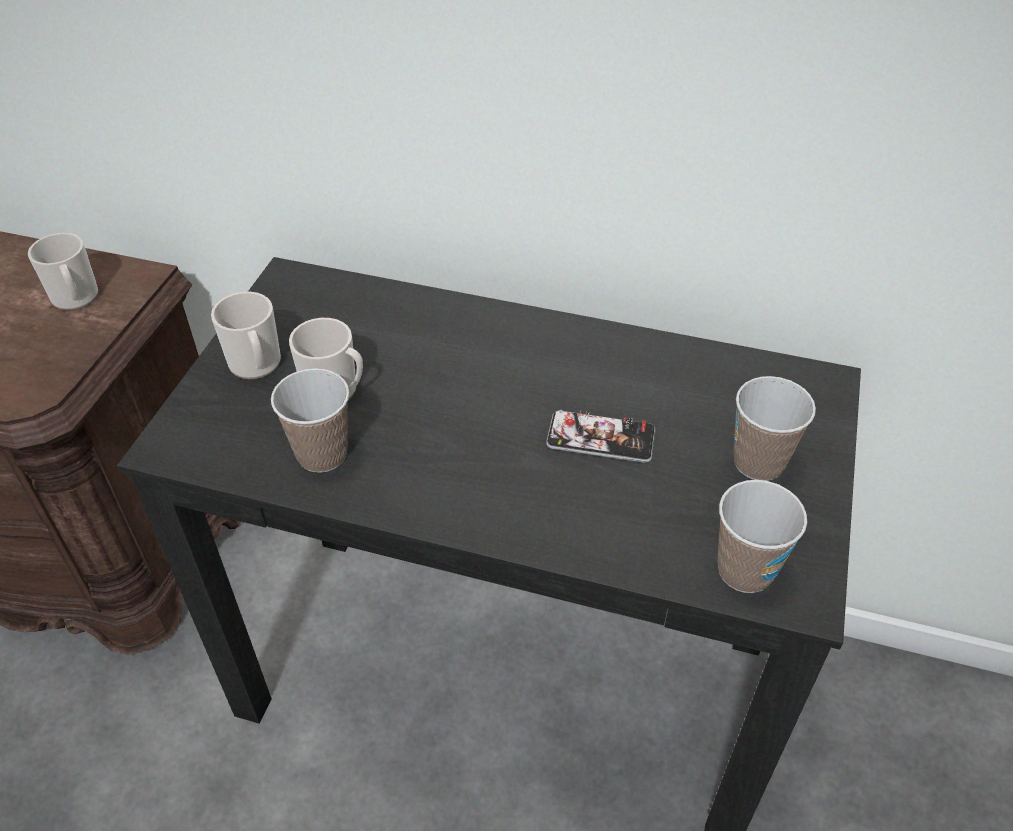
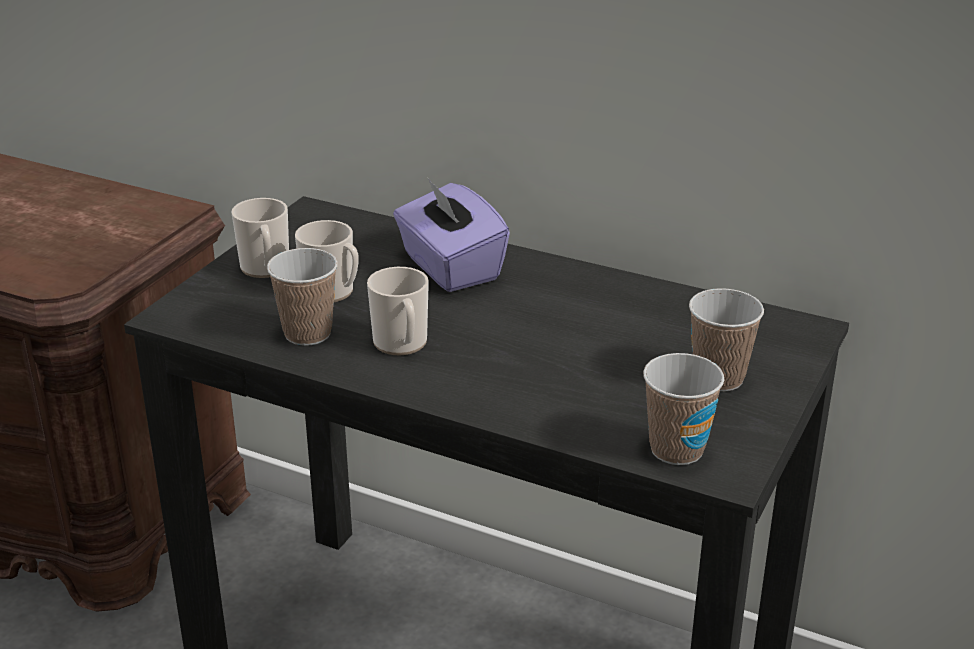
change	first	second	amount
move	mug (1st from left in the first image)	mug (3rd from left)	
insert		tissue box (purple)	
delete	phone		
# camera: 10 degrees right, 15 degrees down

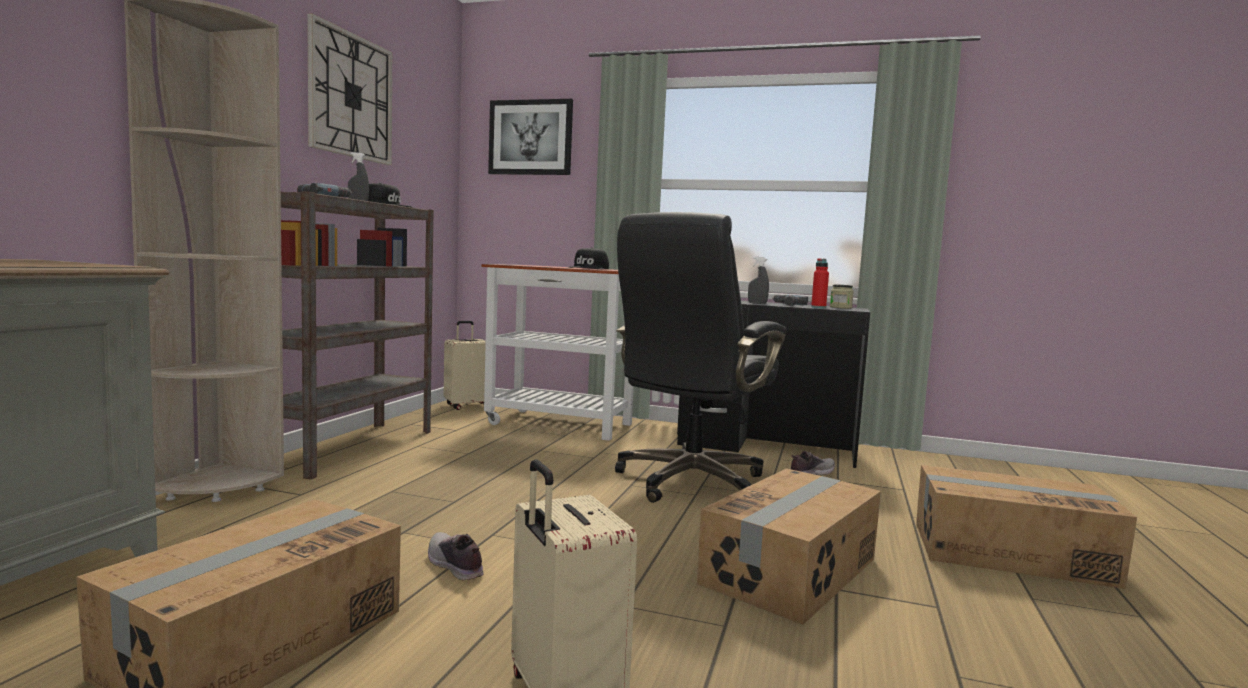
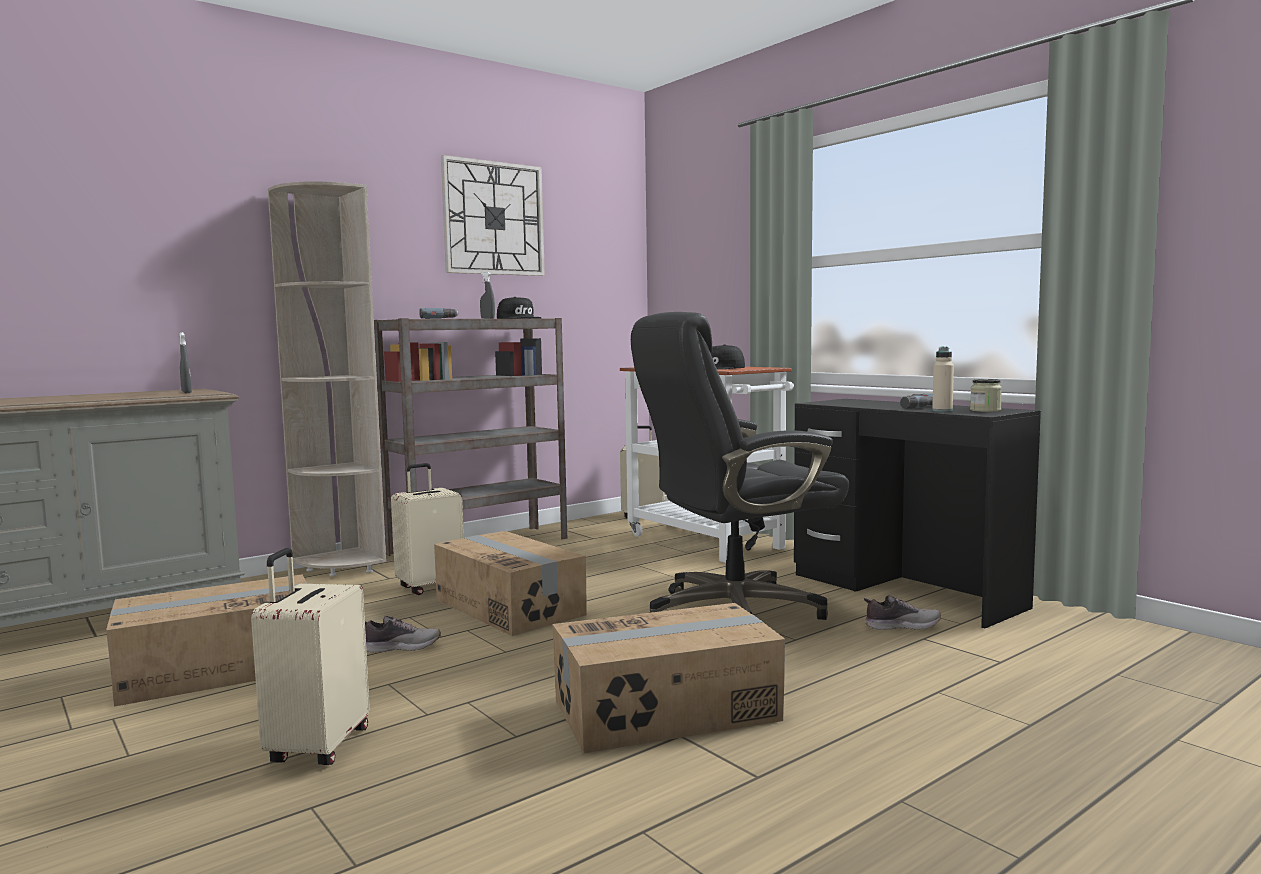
change	first	second	amount
move	spray bottle (grey) (2nd from left in the first image)	spray bottle (grey) (1st from left)	
rotate	shoe (1st from left)		90 degrees clockwise
insert		suitcase (beige) (2nd from left)	
move	cardboard box (3rd from left in the first image)	cardboard box (2nd from left)	
recolor	bottle (red)	bottle (beige)	
delete	picture		
# camera: 35 degrees right, 0 degrees up

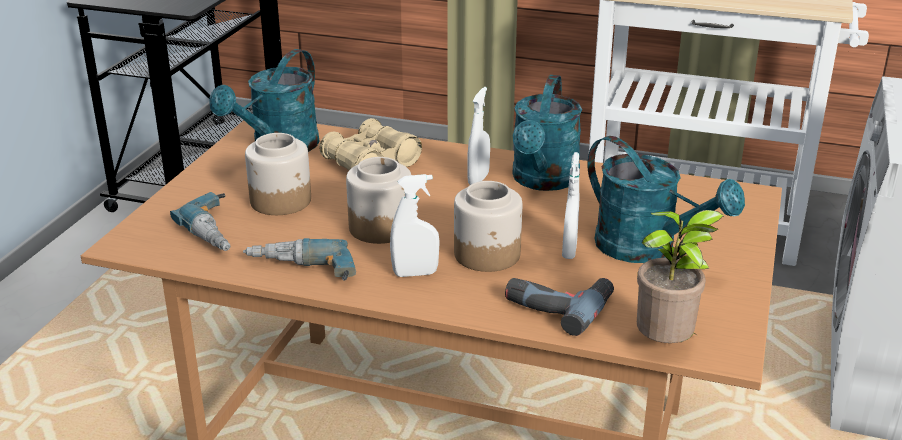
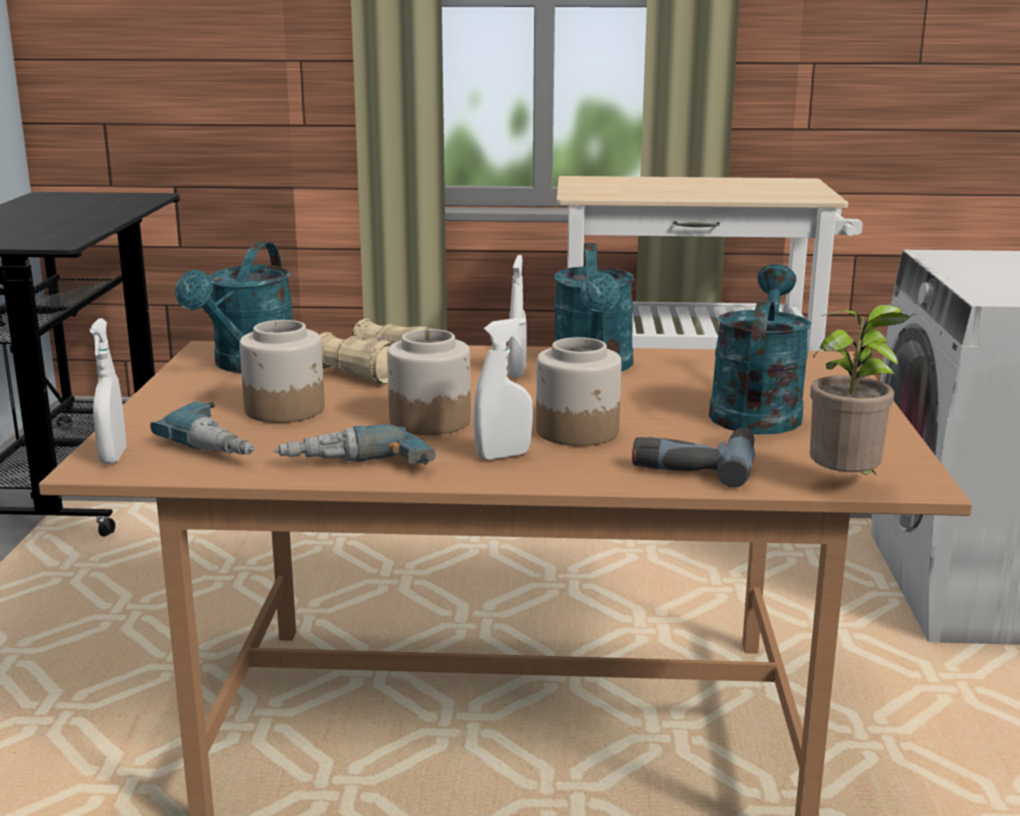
change	first	second	amount
move	spray bottle (white) (3rd from left in the first image)	spray bottle (white) (1st from left)	
rotate	watering can (turquoise) (3rd from left)		105 degrees counterclockwise
# camera: 15 degrees left, 10 degrees down

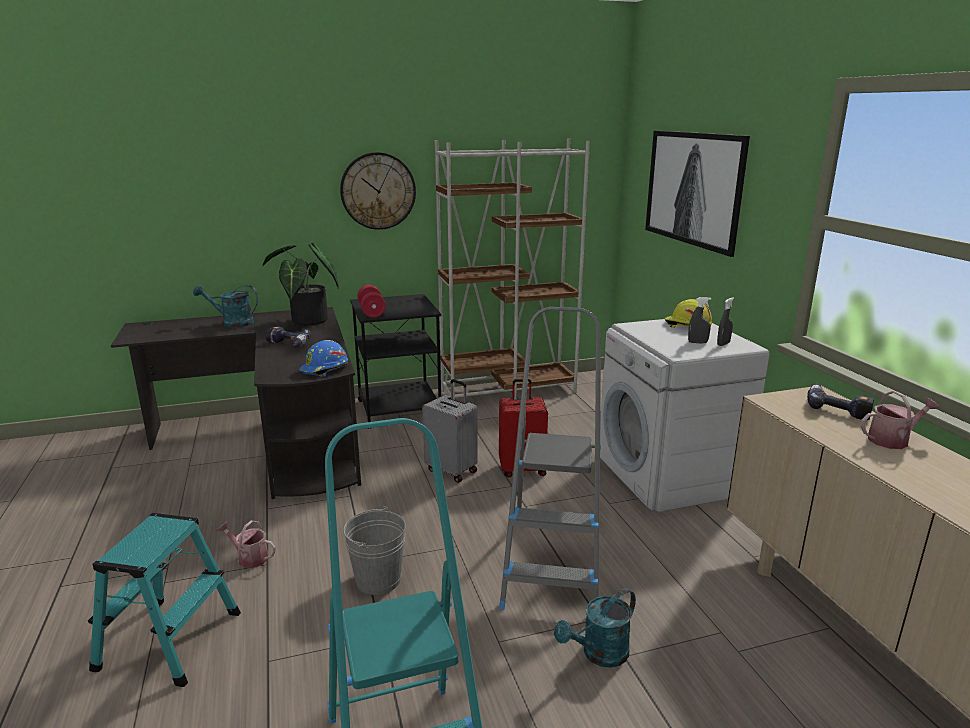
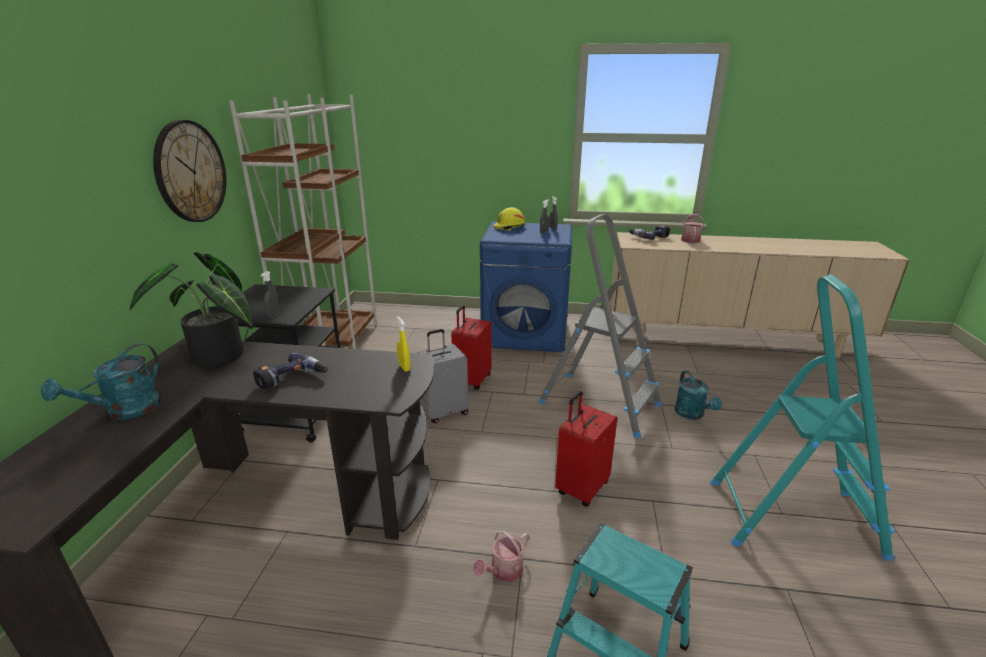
change	first	second	amount
replace	dumbbell (red)	spray bottle (grey) (1st from left)	
replace	hard hat (blue)	spray bottle (yellow)	
recolor	washing machine (white)	washing machine (blue)	
replace	bucket (grey)	suitcase (red) (2nd from left)	
delete	picture		
# camera: 65 degrees left, 5 degrees up

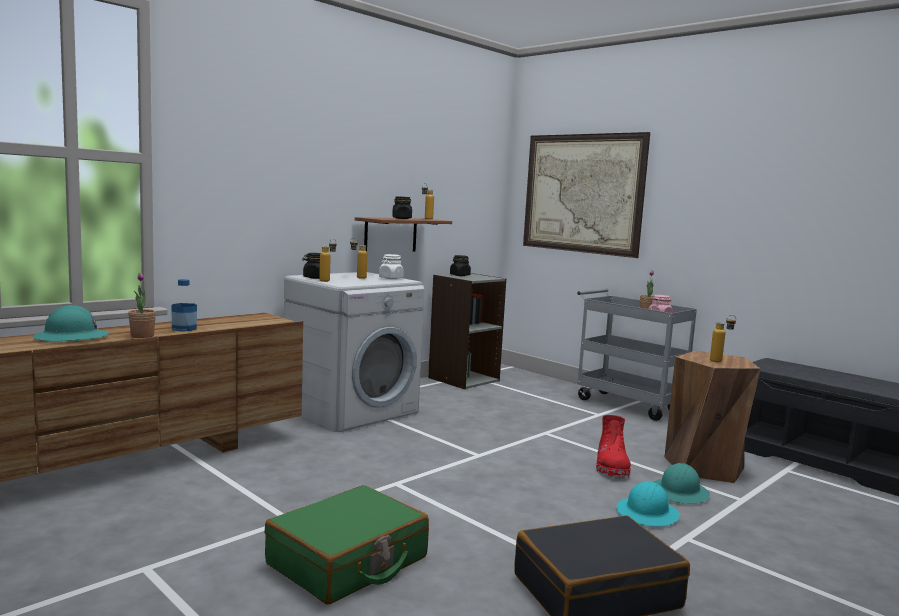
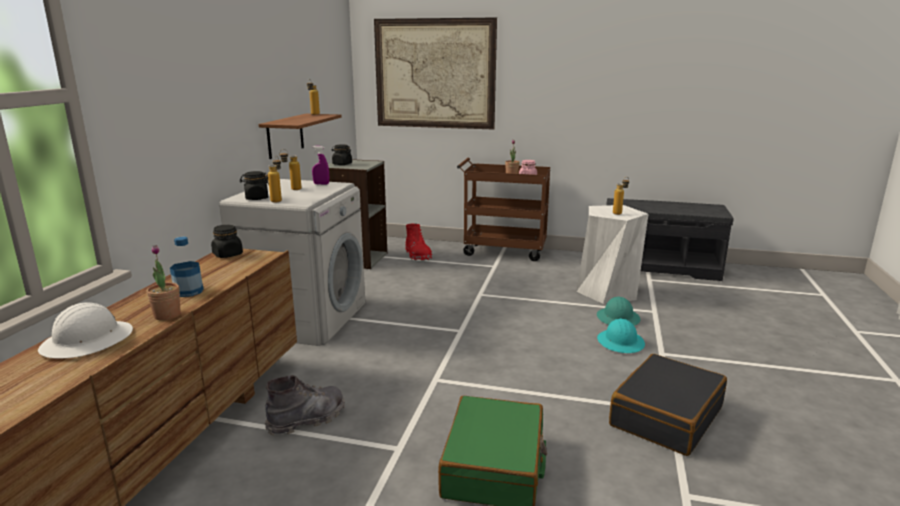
change	first	second	amount
recolor	hard hat (turquoise) (1st from left)	hard hat (white)	
move	jar (black) (2nd from left in the first image)	jar (black) (1st from left)	
insert		boot (grey)	
replace	jar (white)	spray bottle (purple)	
move	boot (red)		
recolor	cart (grey)	cart (brown)	
recolor	stool (brown)	stool (white)	
# camera: 30 degrees left, 10 degrees up

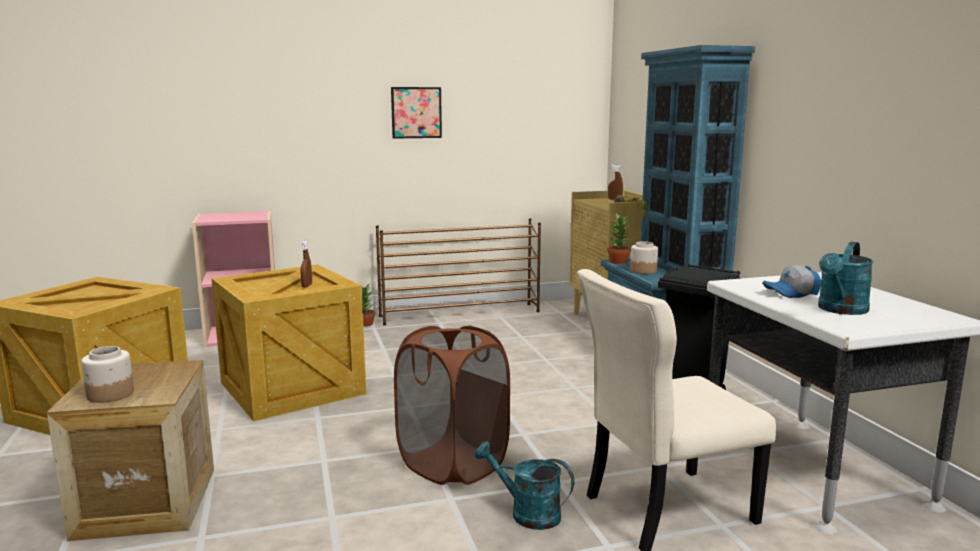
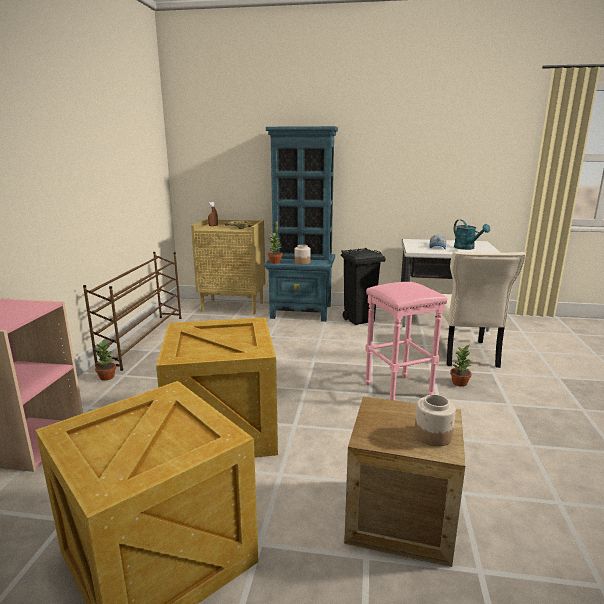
change	first	second	amount
replace	laundry basket (brown)	stool (pink)	
replace	watering can (turquoise) (1st from left)	potted plant (3rd from left)	
delete	spray bottle (brown) (1st from left)		
delete	picture		
# camera: 65 degrees left, 5 degrees up

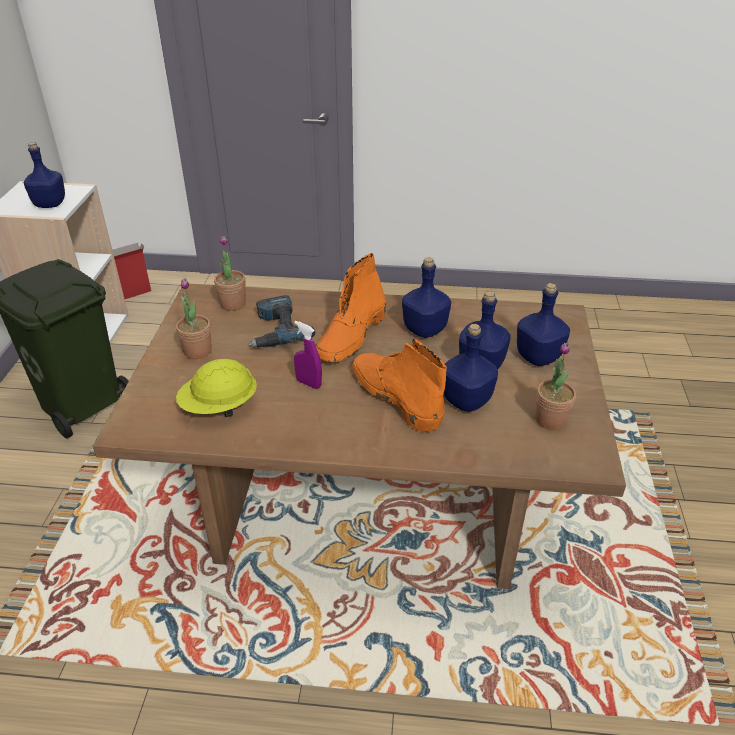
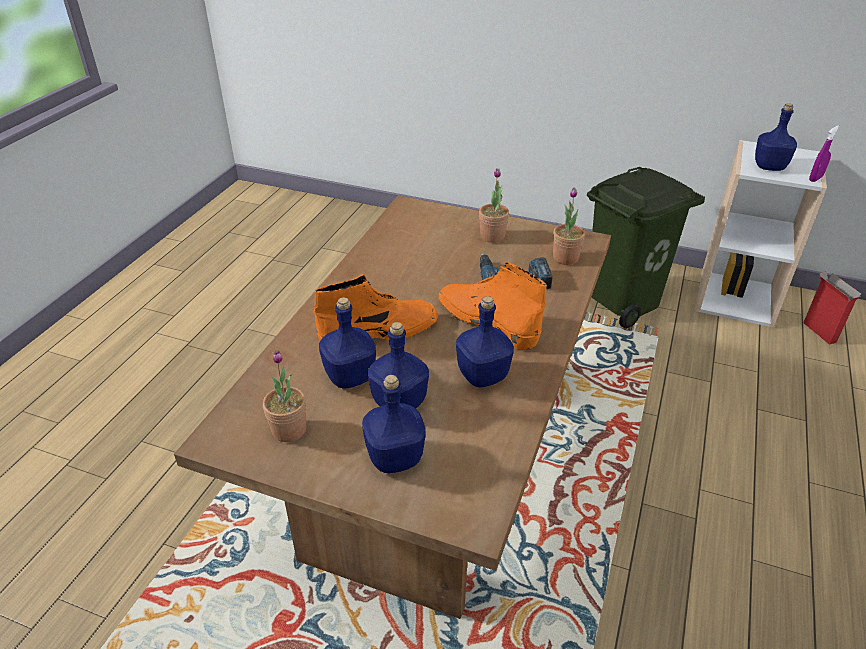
change	first	second	amount
move	spray bottle (purple)		
delete	hard hat (yellow)		
# camera: 105 degrees right, 0 degrees up

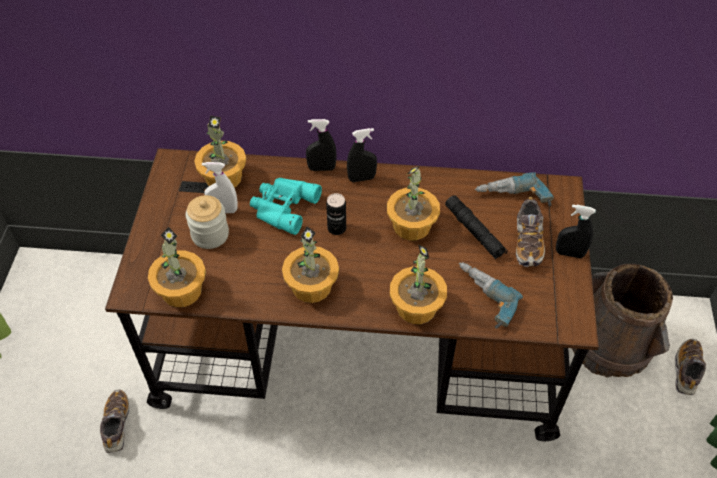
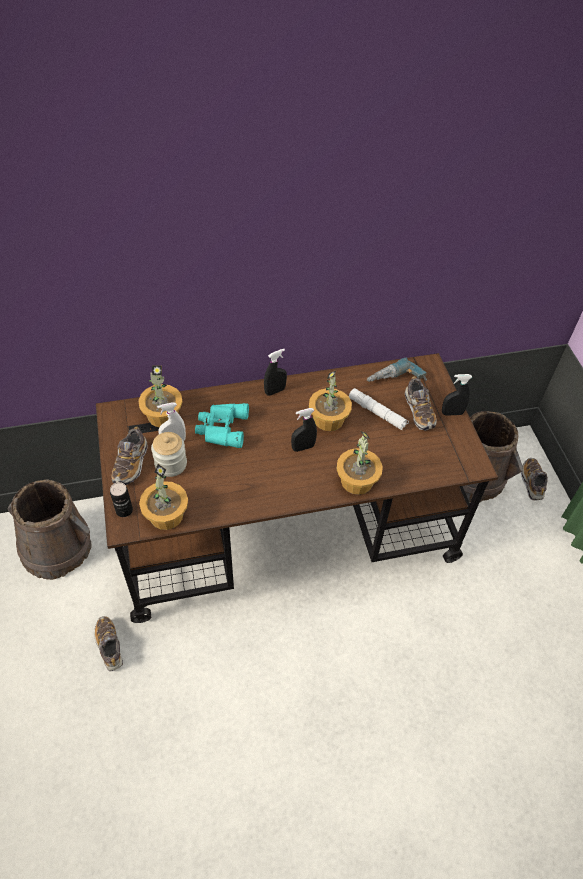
change	first	second	amount
insert		bucket (brown) (1st from left)	
move	can		
insert		shoe (2nd from left)	
move	spray bottle (black) (1st from left in the first image)	spray bottle (black) (2nd from left)	
recolor	flashlight (black)	flashlight (white)	
delete	potted plant (3rd from left)		
delete	power drill (1st from left)		
# camera: 20 degrees left, 0 degrees up

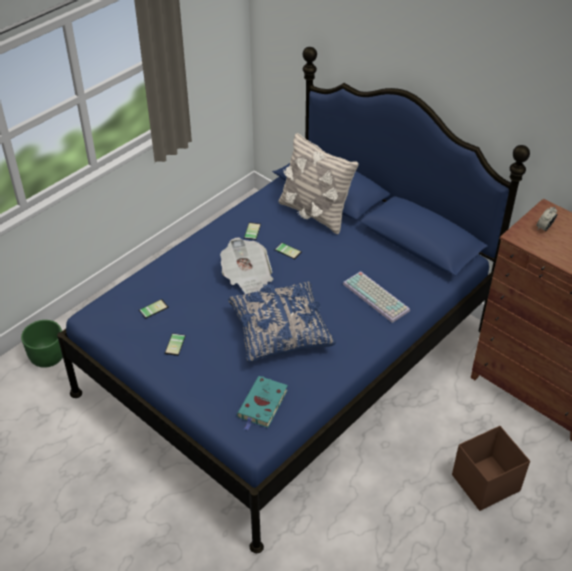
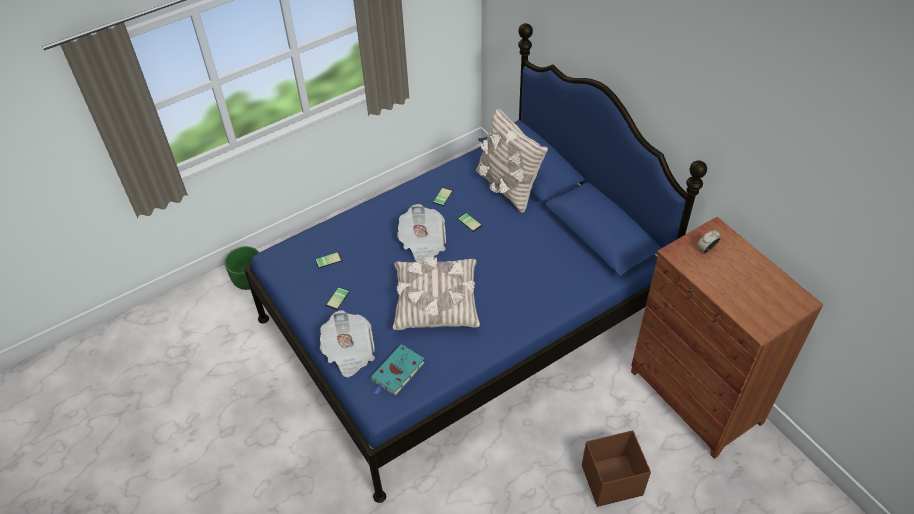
change	first	second	amount
insert		newspaper (1st from left)	
recolor	pillow (blue)	pillow (beige) (1st from left)	
delete	keyboard		
# camera: 15 degrees right, 5 degrees up

